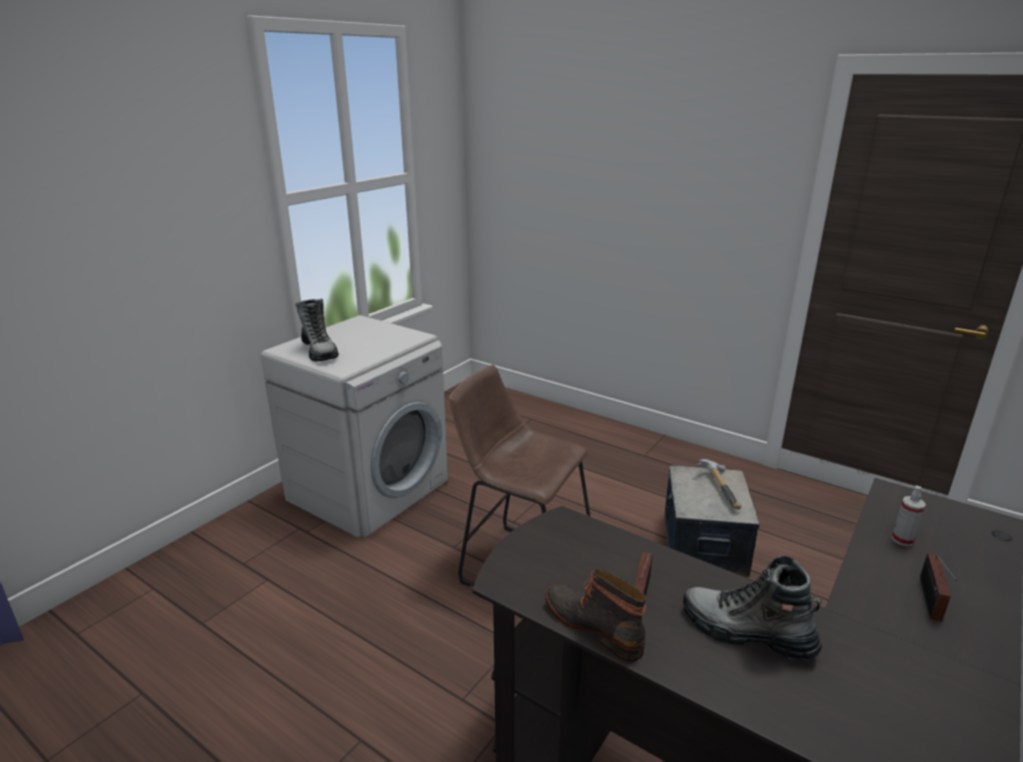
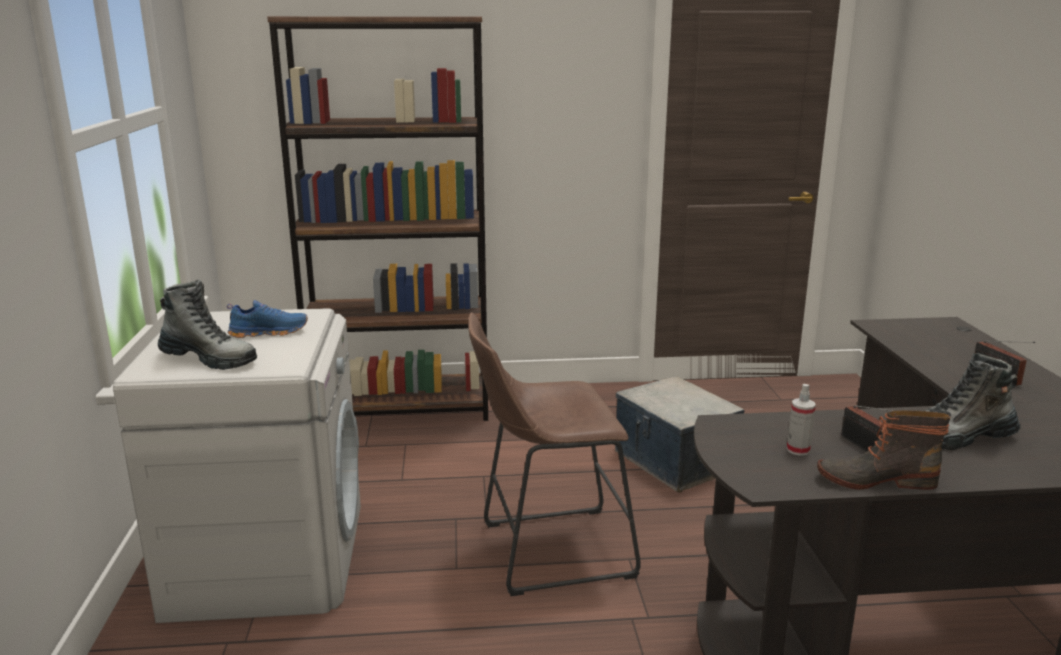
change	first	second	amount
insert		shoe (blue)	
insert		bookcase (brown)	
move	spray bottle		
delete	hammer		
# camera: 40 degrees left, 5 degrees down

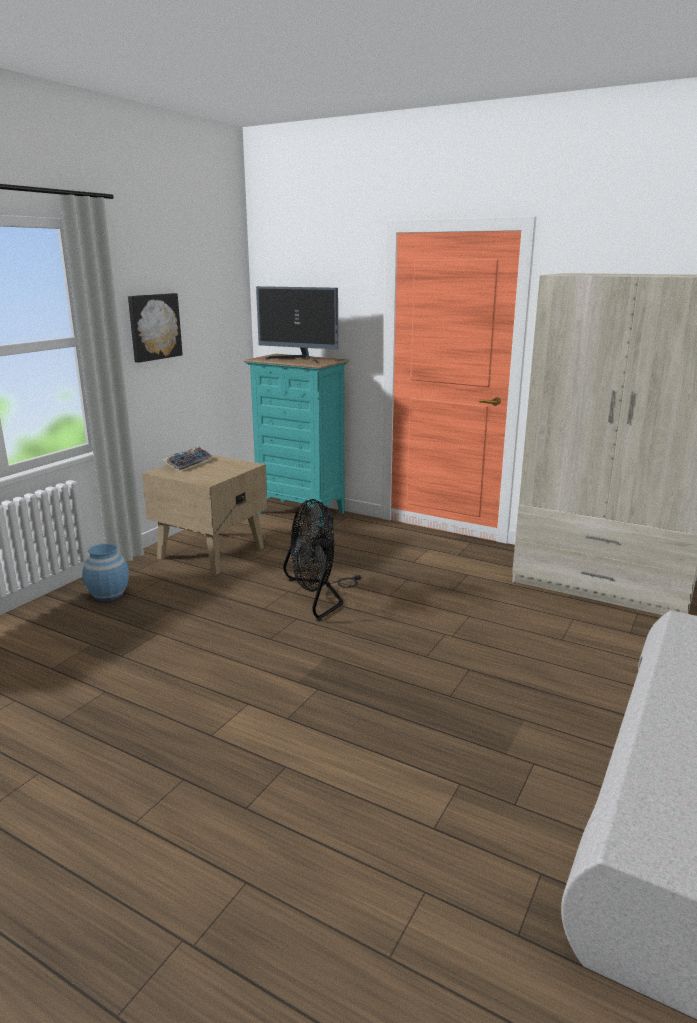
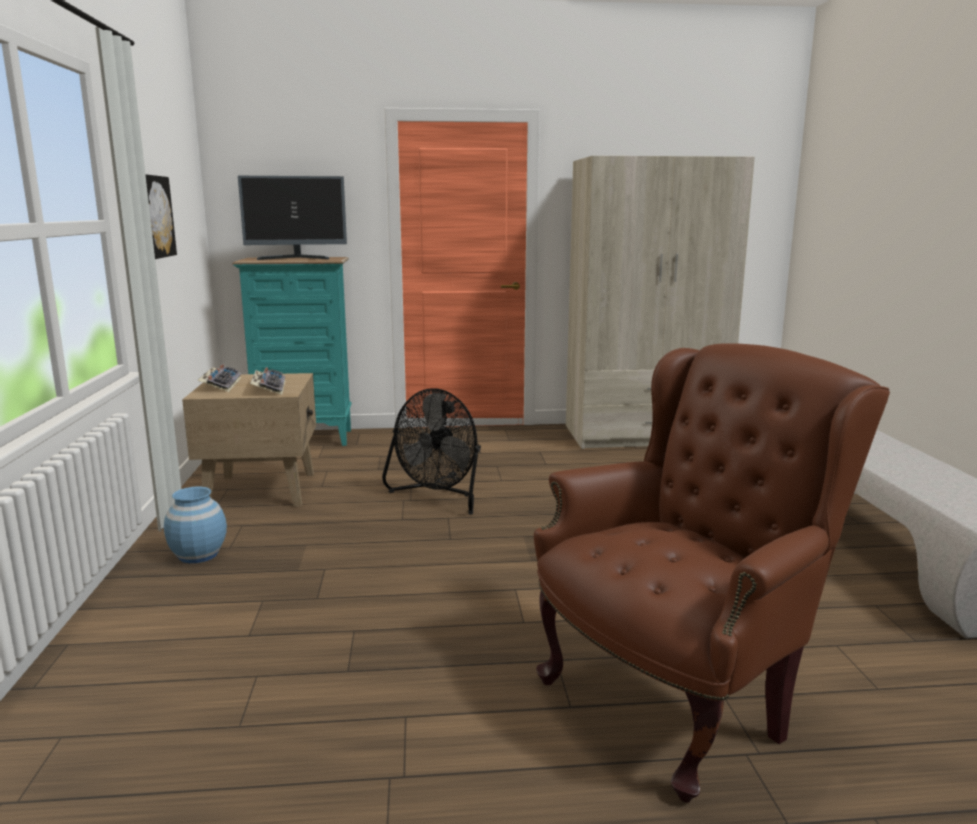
change	first	second	amount
insert		keyboard (2nd from left)	
insert		armchair (brown)	
# camera: 35 degrees left, 5 degrees down

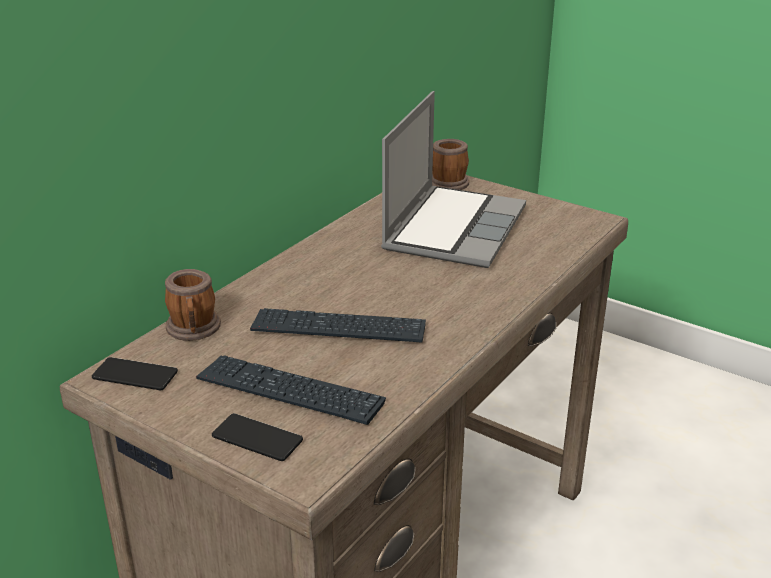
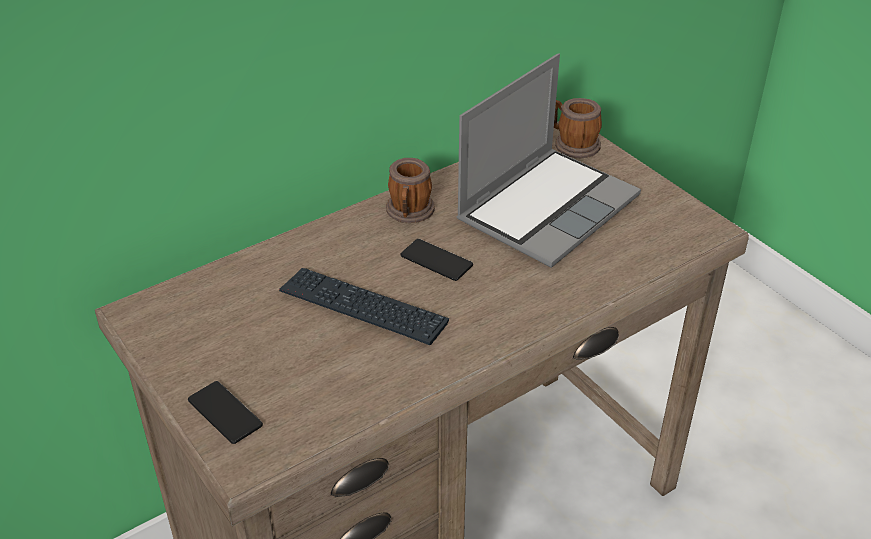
change	first	second	amount
move	mug (1st from left)		
move	phone (1st from left in the first image)	phone (2nd from left)	
delete	keyboard (1st from left)		
# camera: 20 degrees right, 10 degrees up

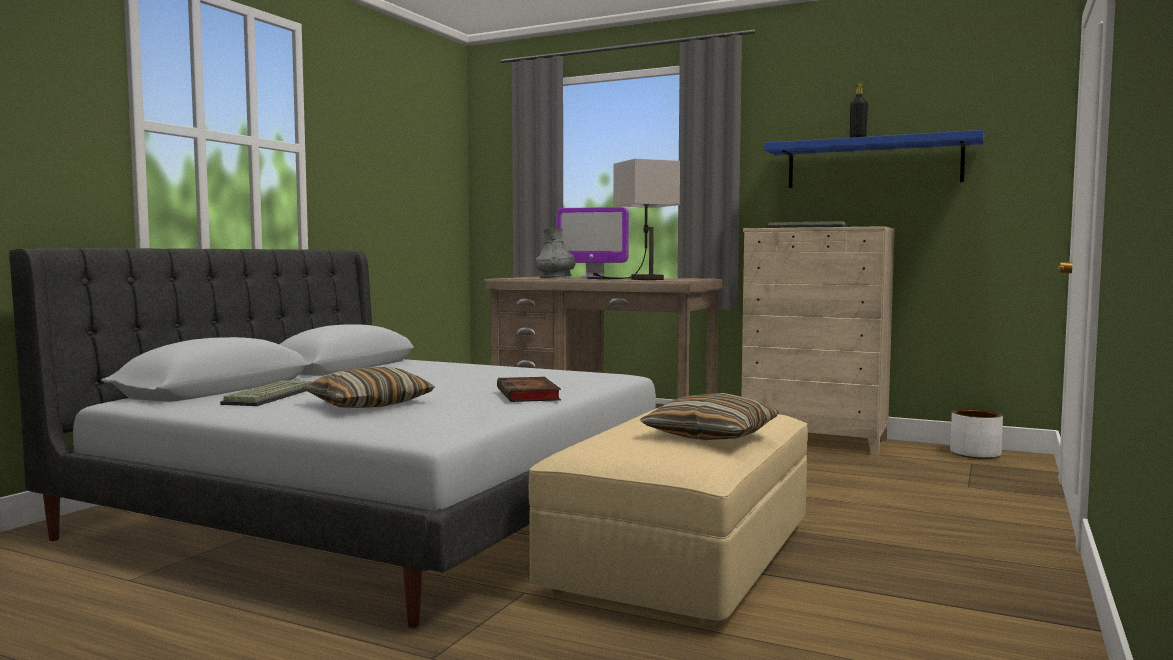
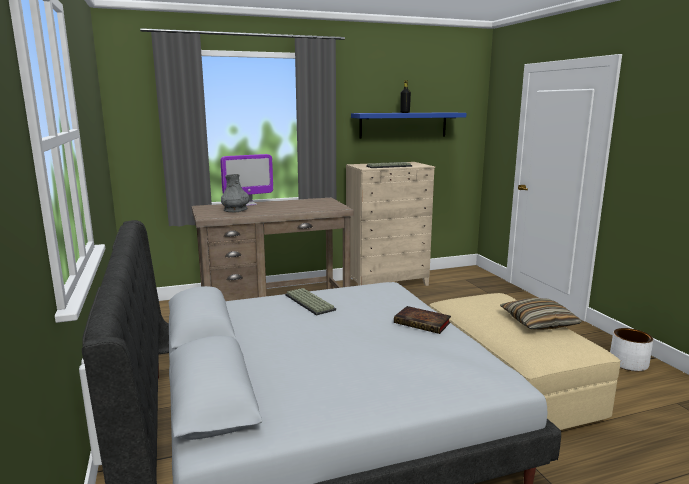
change	first	second	amount
move	keyboard (1st from left)		
move	planter (white)		
delete	pillow (1st from left)		
delete	table lamp		
# camera: 45 degrees left, 10 degrees up

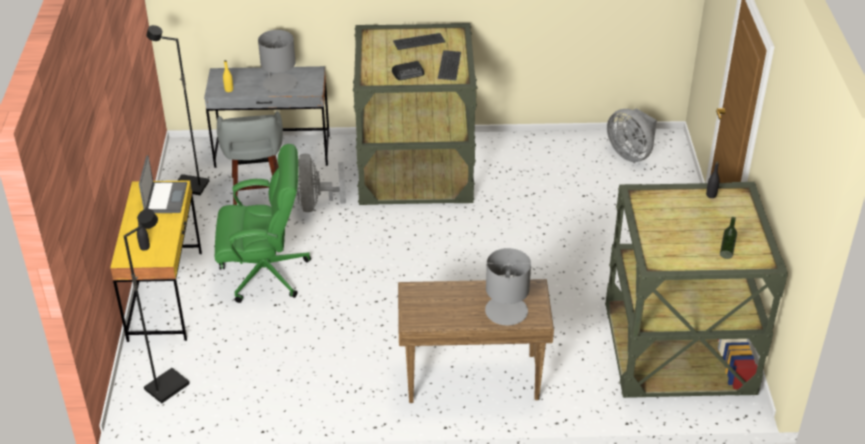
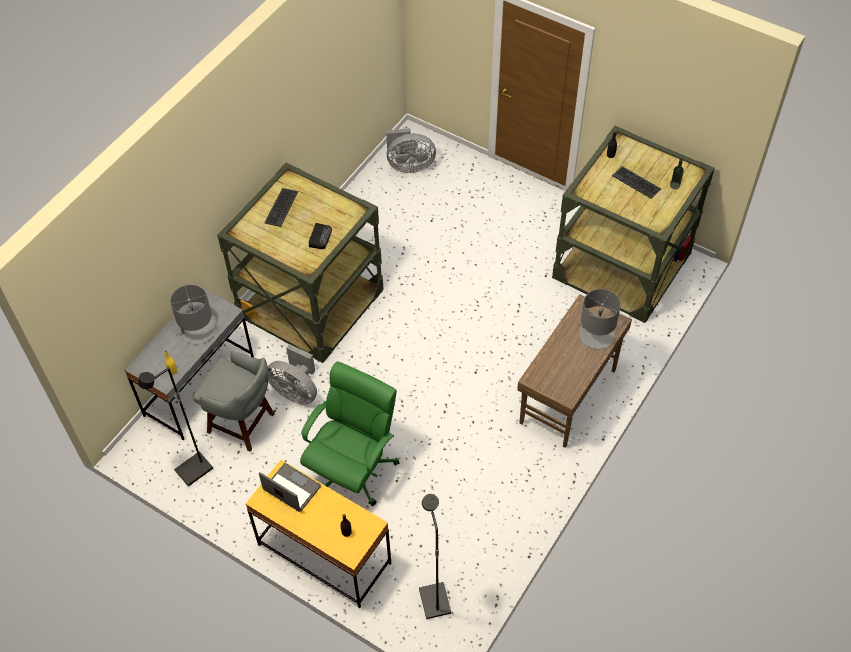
change	first	second	amount
move	keyboard (2nd from left)		
# camera: 55 degrees left, 15 degrees up

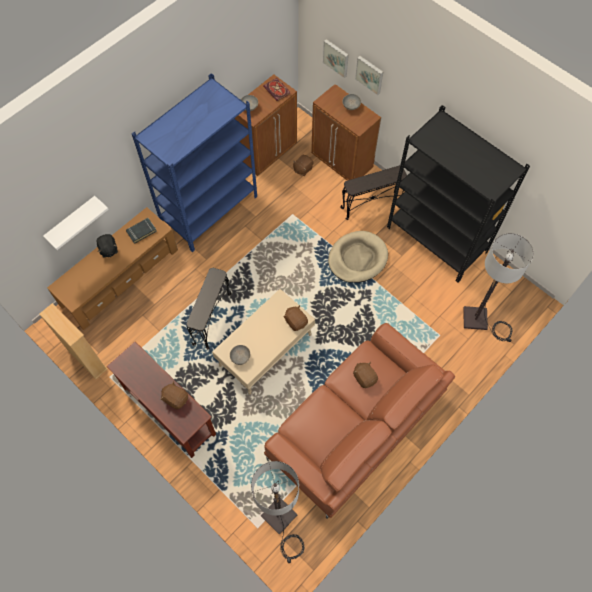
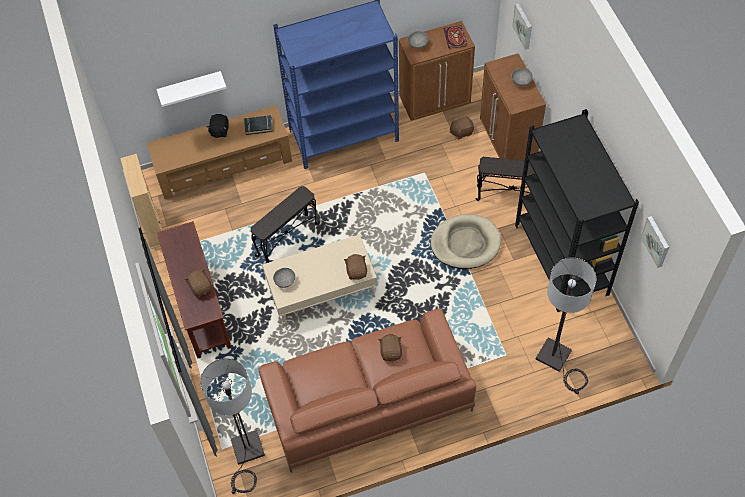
change	first	second	amount
move	picture (2nd from left)		
# camera: 30 degrees right, 5 degrees down

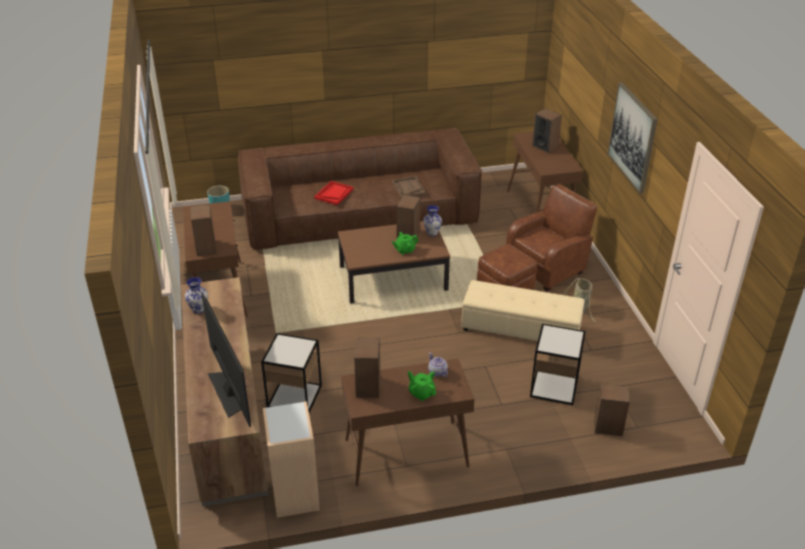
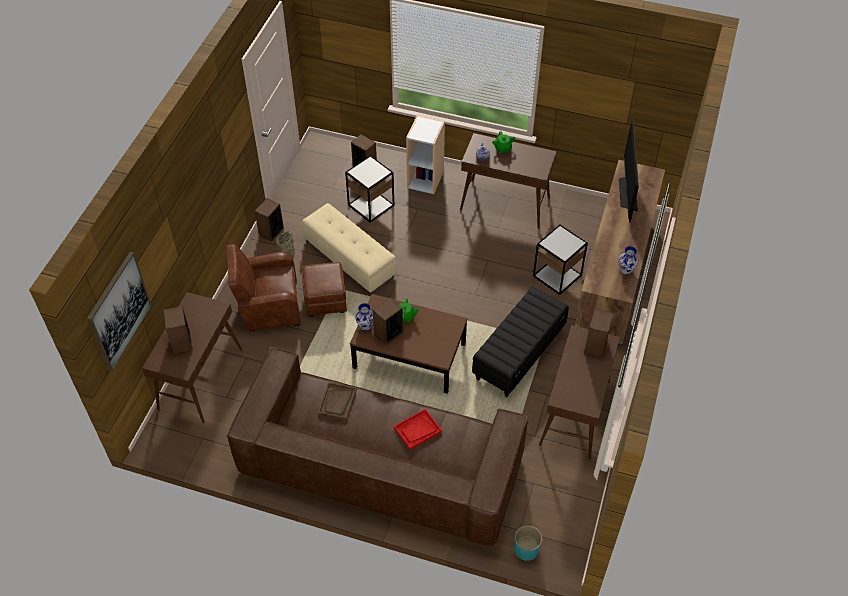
change	first	second	amount
move	picture		
move	speaker (2nd from left)		
move	bookcase		
insert		ottoman (black)	
# camera: 150 degrees left, 15 degrees up

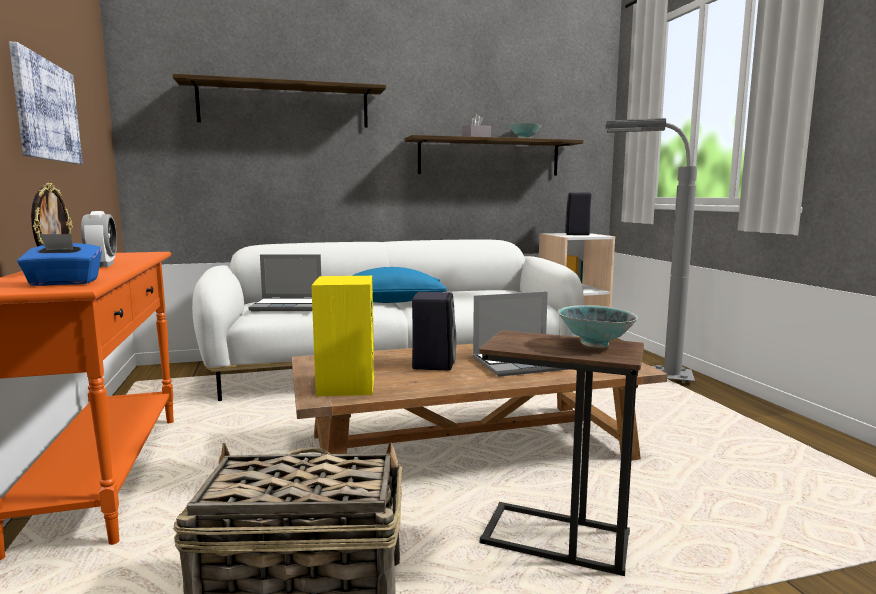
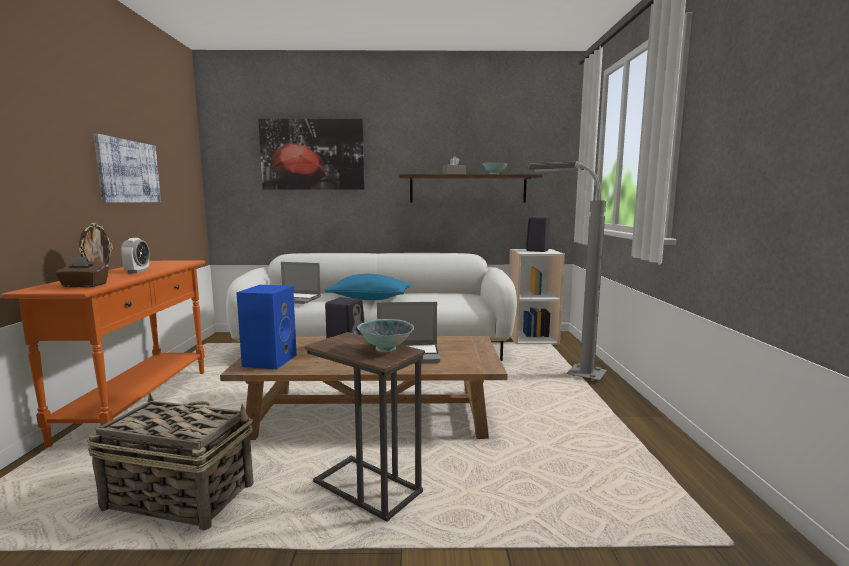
change	first	second	amount
recolor	tissue box (blue)	tissue box (brown)	
recolor	speaker (yellow)	speaker (blue)	
replace	shelf (1st from left)	picture (2nd from left)	
# camera: 15 degrees right, 0 degrees up

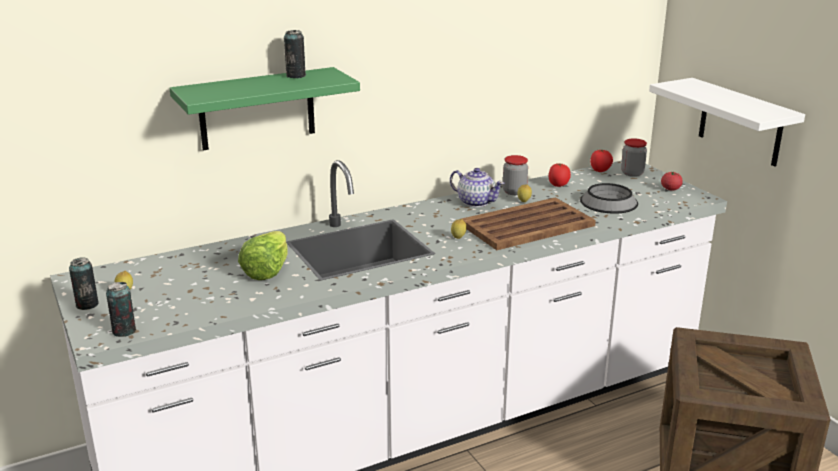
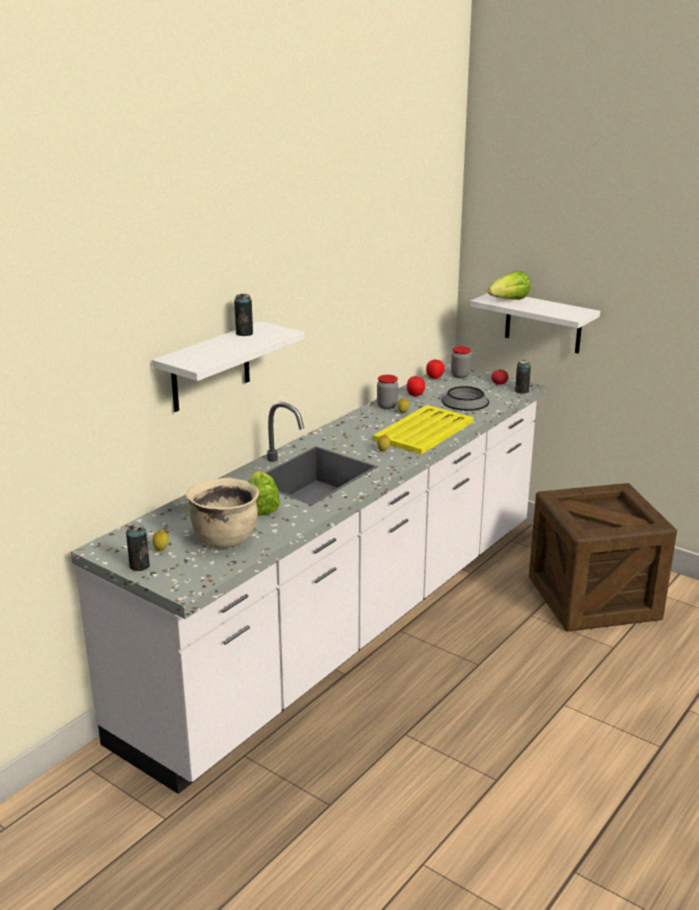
change	first	second	amount
recolor	shelf (green)	shelf (white) (1st from left)	
insert		cooking pot (beige)	
recolor	tray (brown)	tray (yellow)	
insert		lettuce (2nd from left)	
move	can (2nd from left in the first image)	can (3rd from left)	
delete	teapot		
# camera: 25 degrees left, 0 degrees up

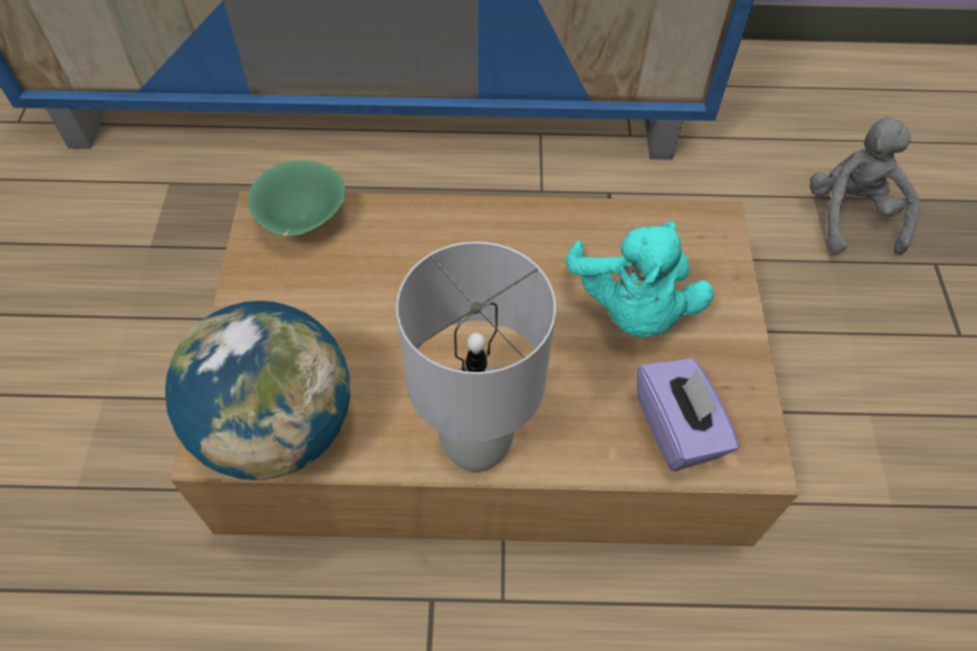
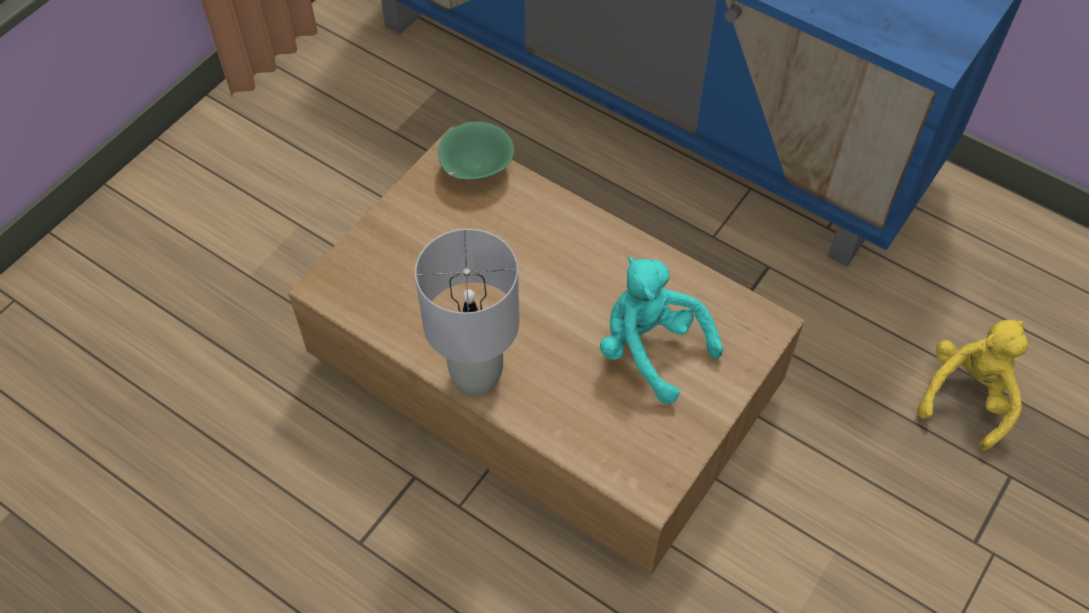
change	first	second	amount
rotate	plush toy (turquoise)		105 degrees clockwise
recolor	plush toy (grey)	plush toy (yellow)	
delete	globe		
delete	tissue box (purple)		
# camera: 35 degrees right, 0 degrees up

